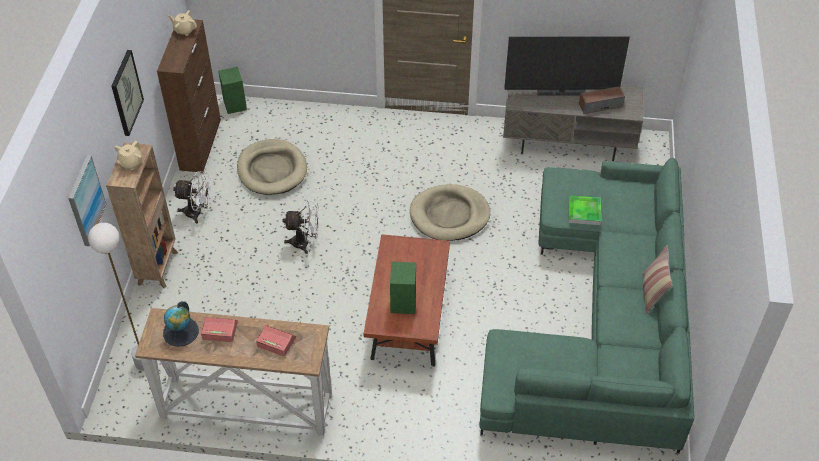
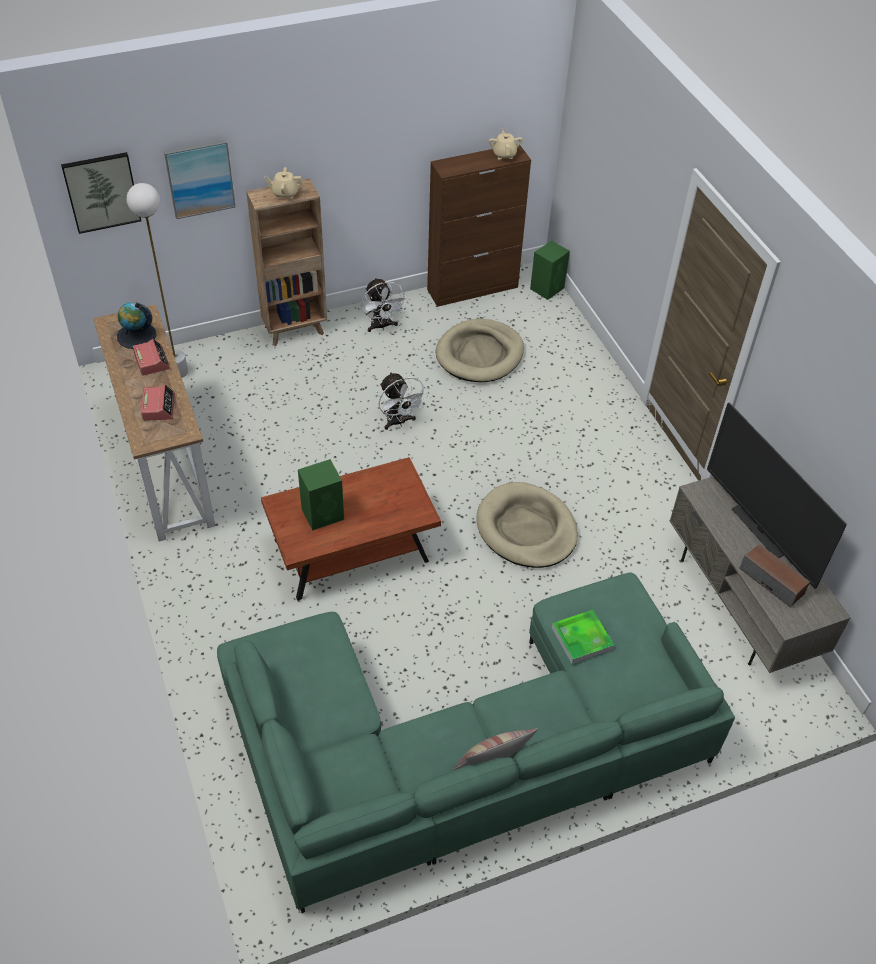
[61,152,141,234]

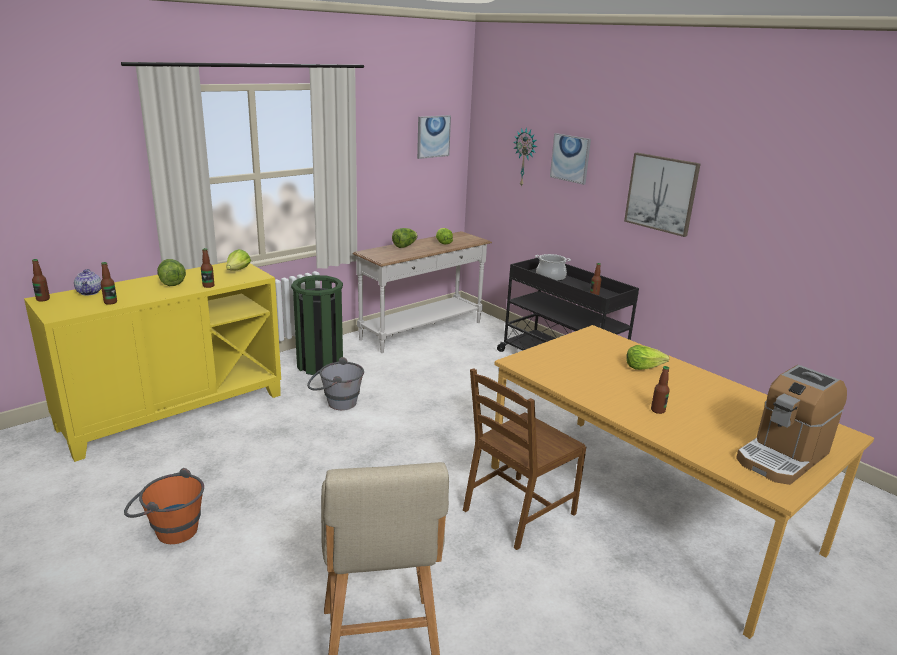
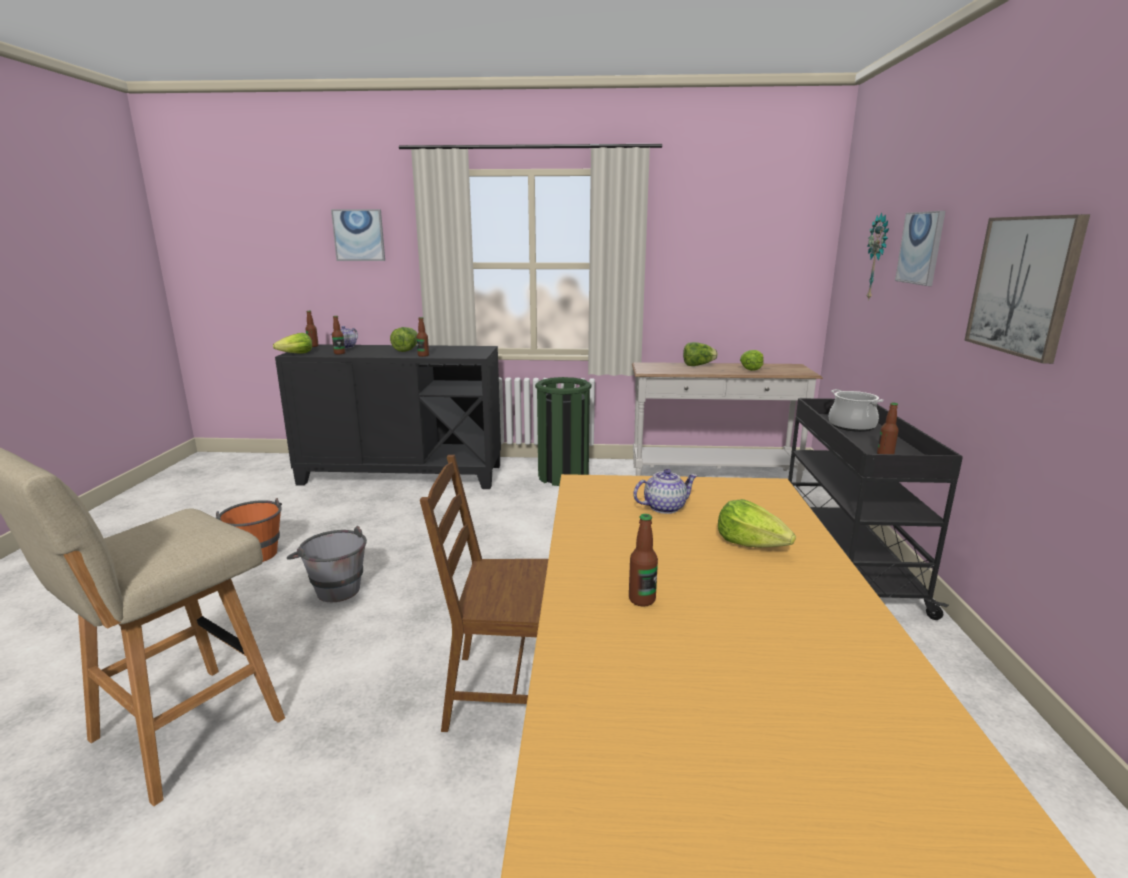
[331,209,385,261]
[273,333,312,354]
[275,344,501,489]
[287,526,367,602]
[736,365,847,485] (first image)
[633,469,697,514]

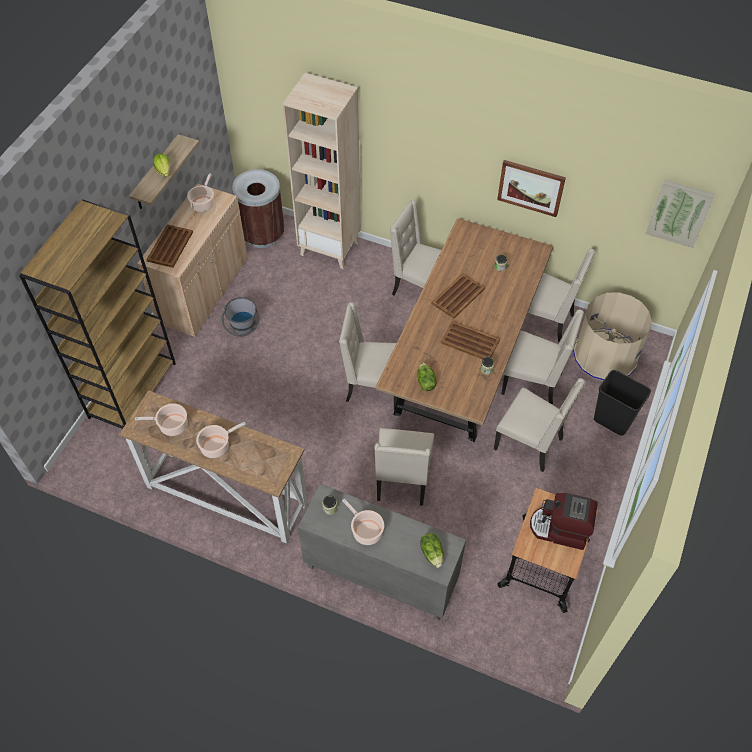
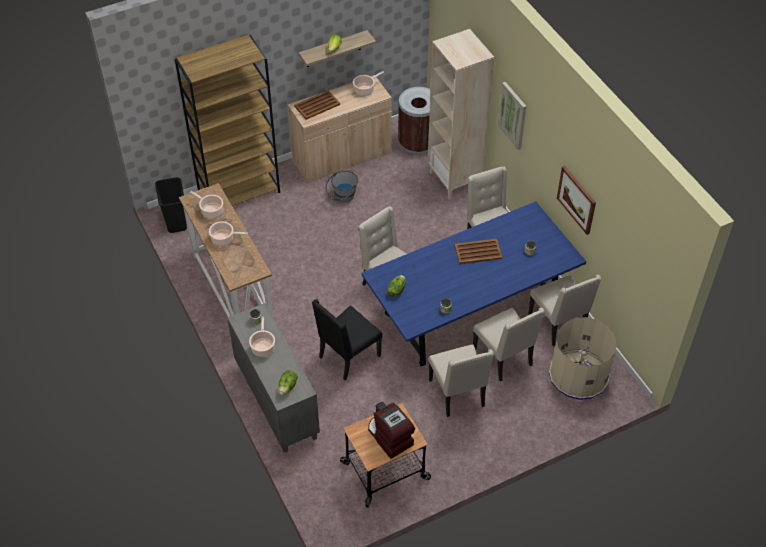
[498,82,526,150]
[361,201,586,366]
[441,320,500,359] (first image)
[155,177,187,233]
[312,299,382,380]

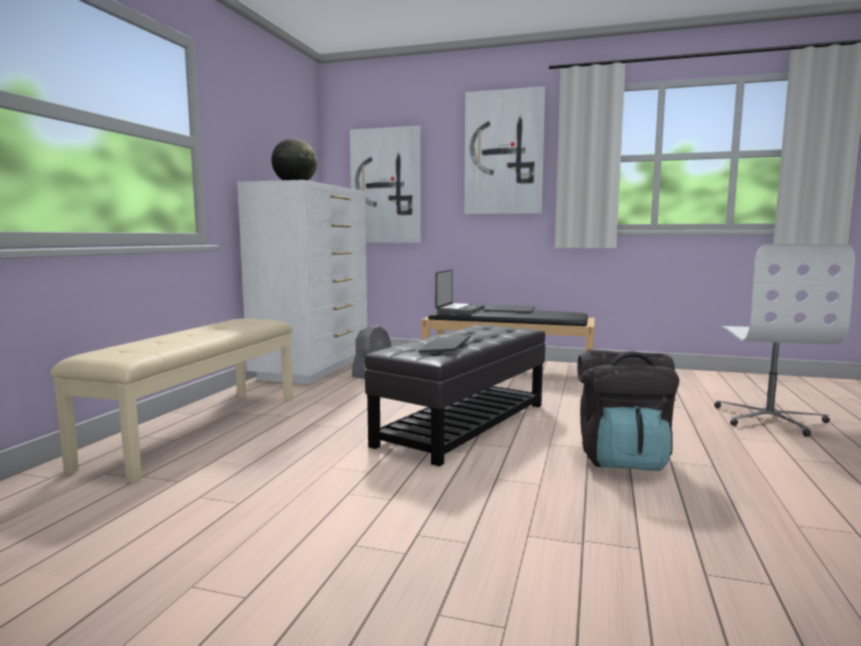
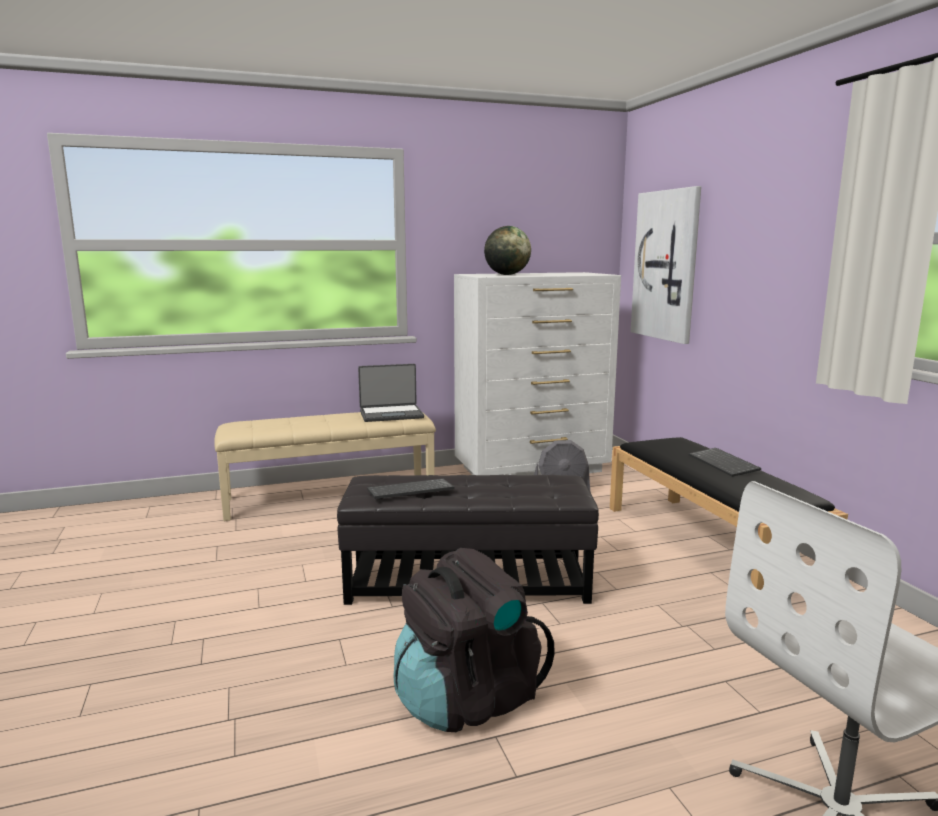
[464,86,546,214] (first image)
[358,364,424,422]

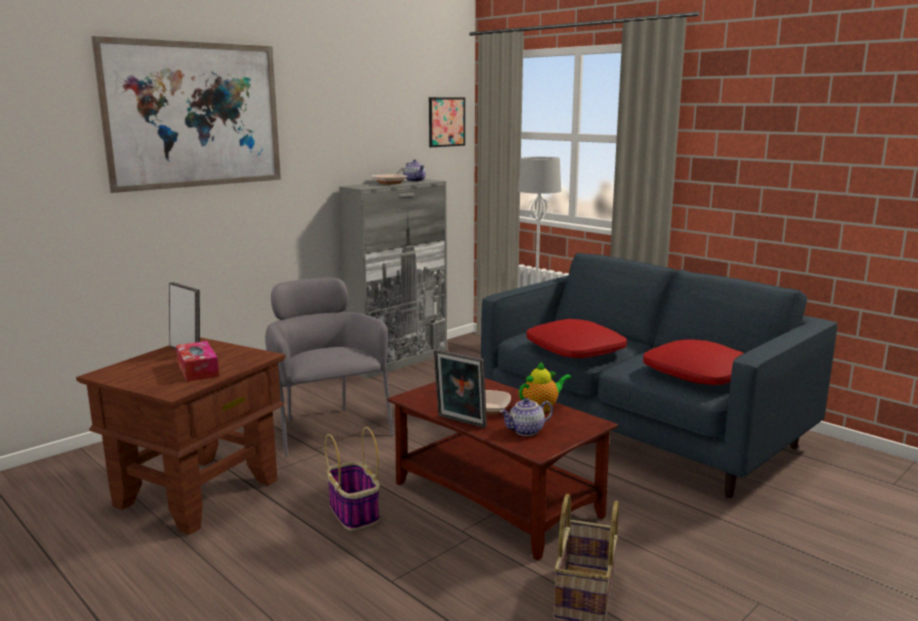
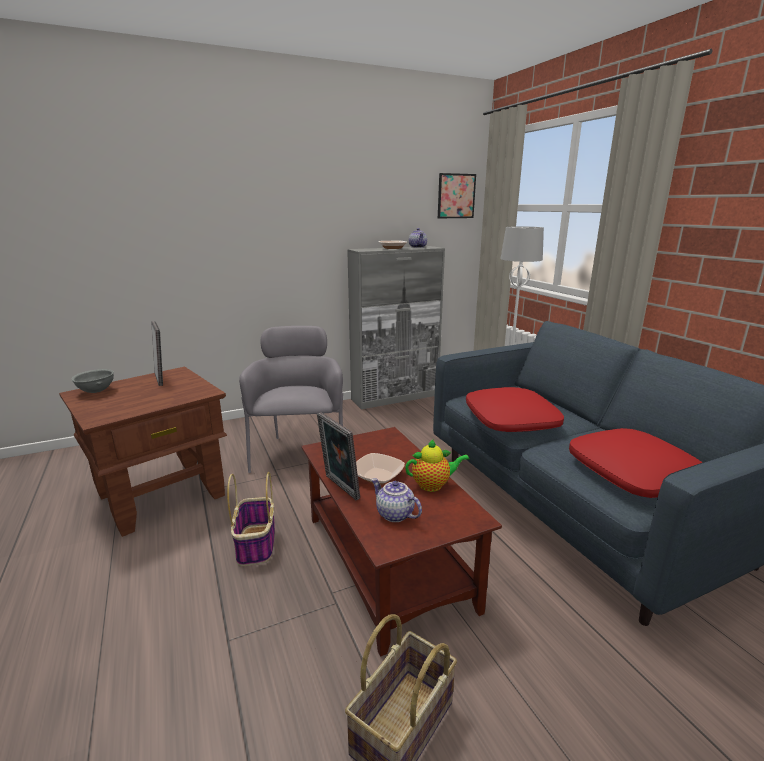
[91,36,281,193] (first image)
[176,341,219,382] (first image)
[371,478,422,522]
[71,369,114,393]

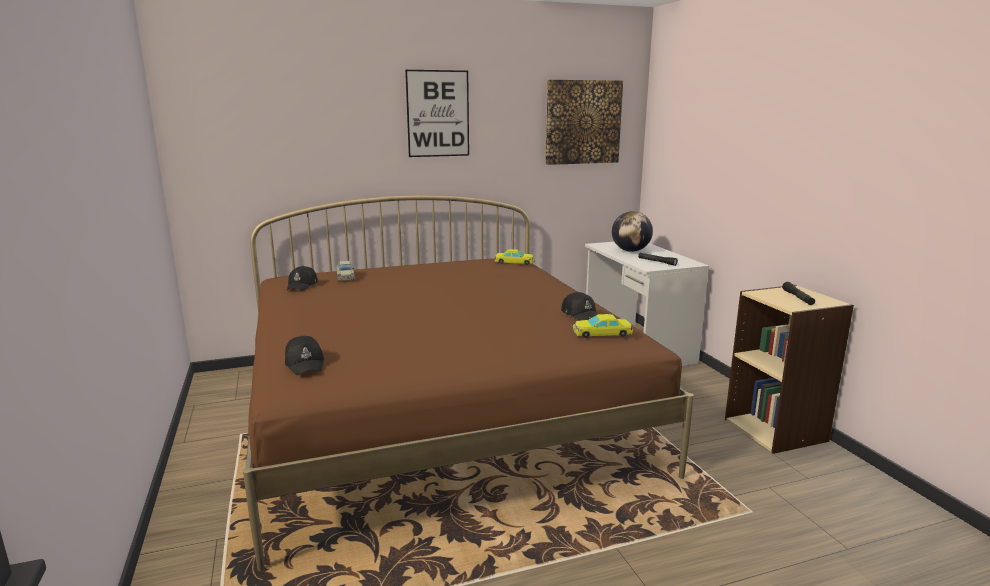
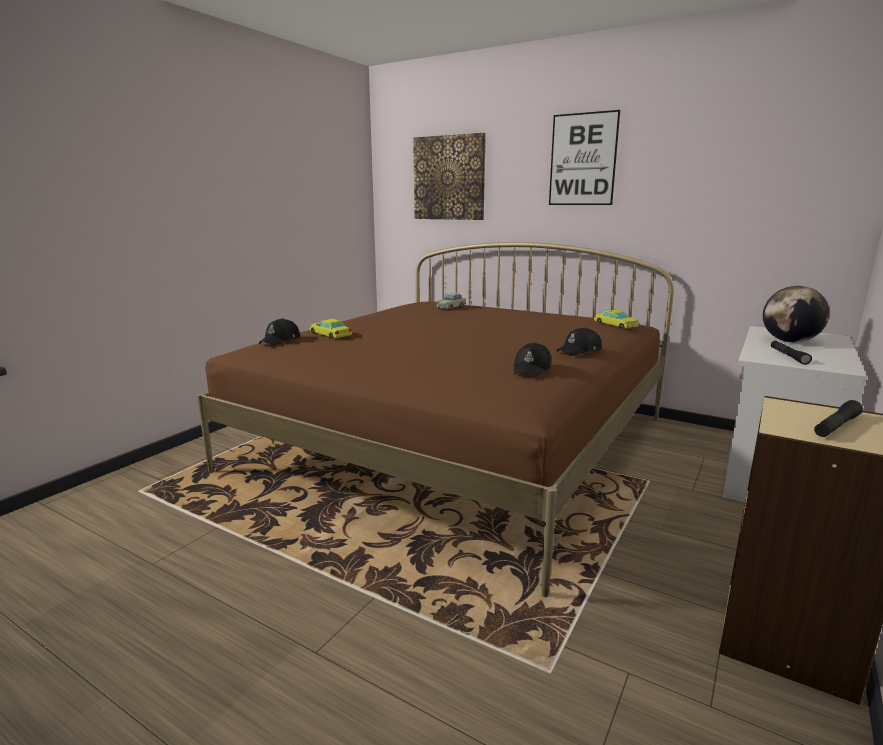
[413,133,486,220]
[557,327,602,356]
[310,319,353,339]

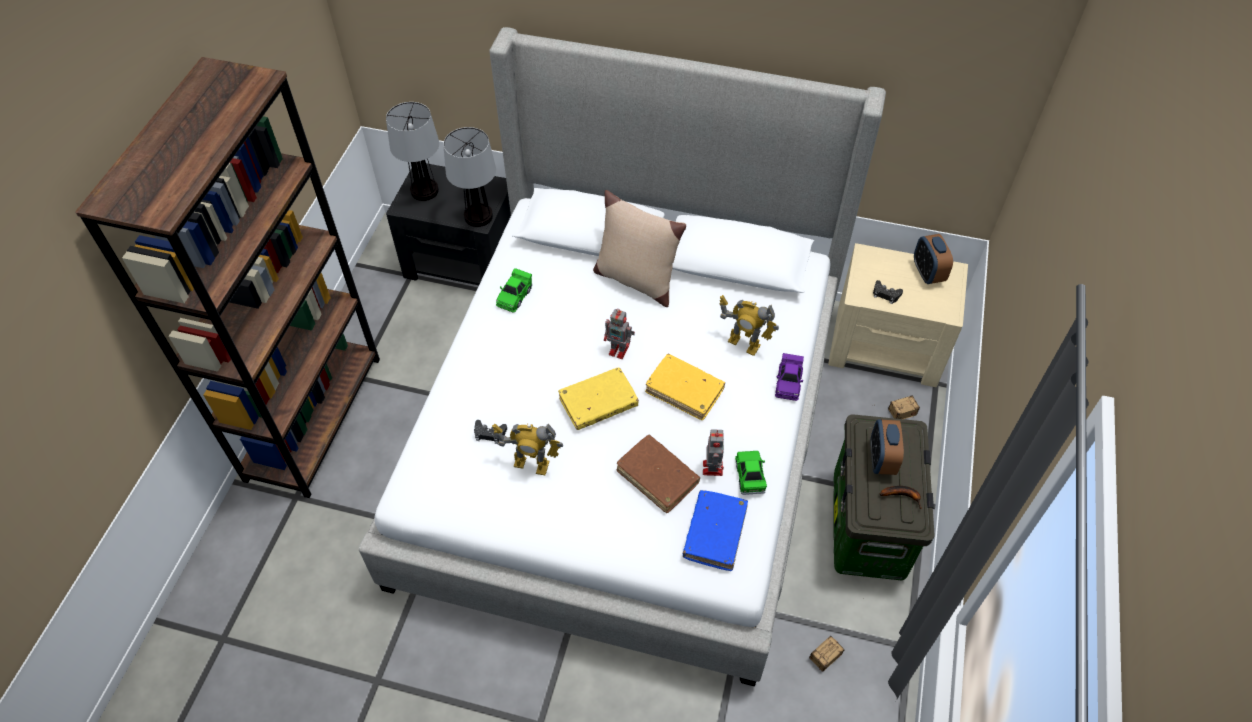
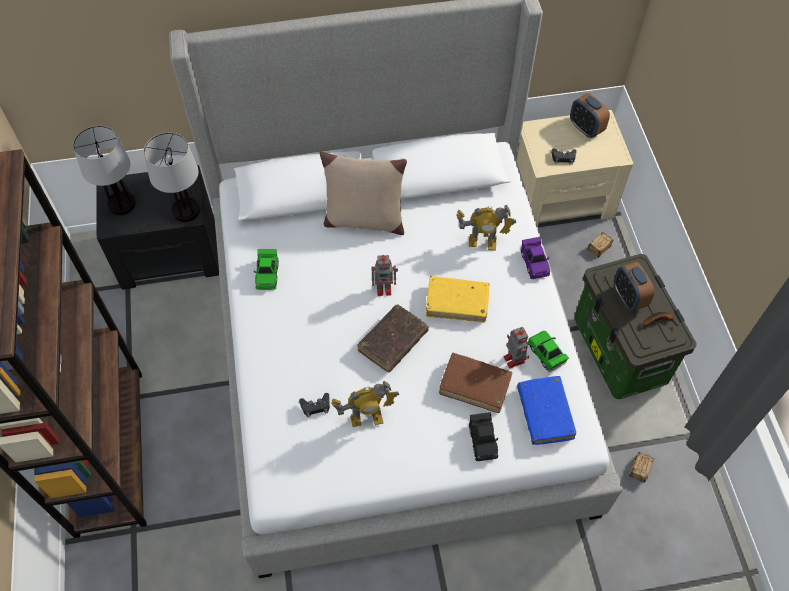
[357,304,429,373]
[469,412,499,461]

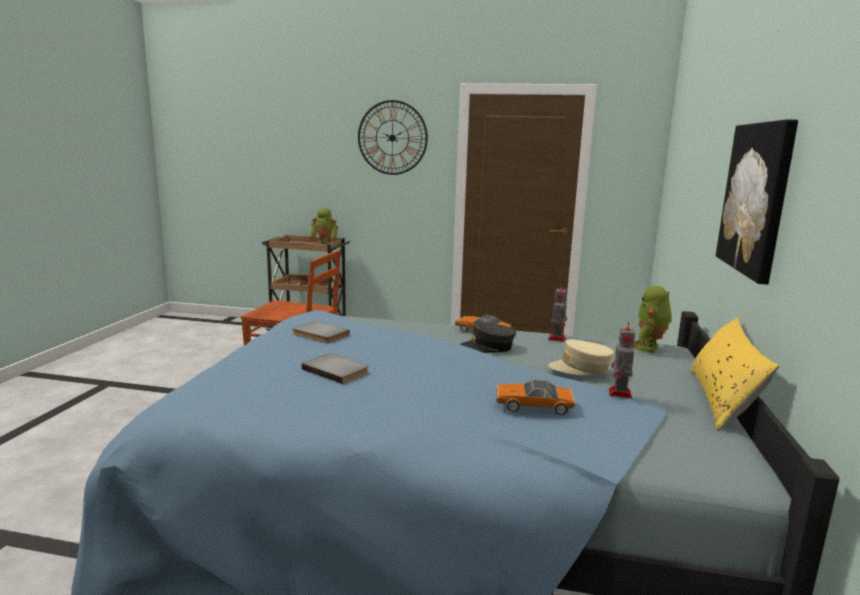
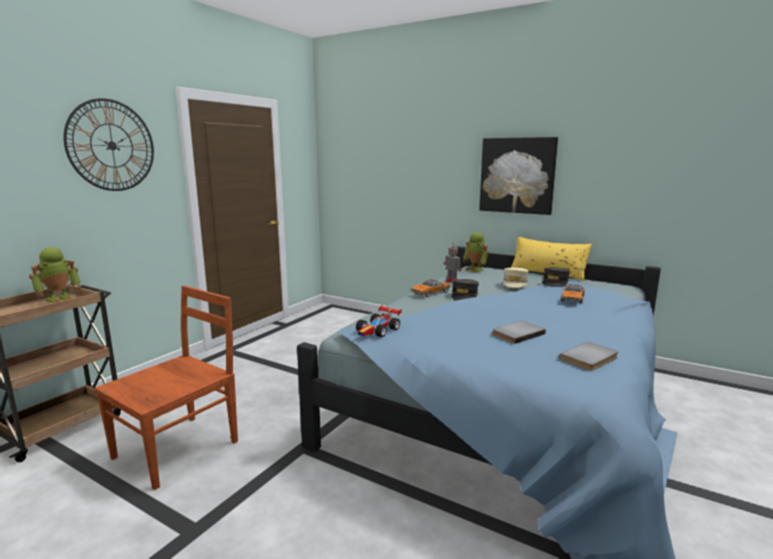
[559,342,618,371]
[542,267,570,287]
[356,305,401,337]

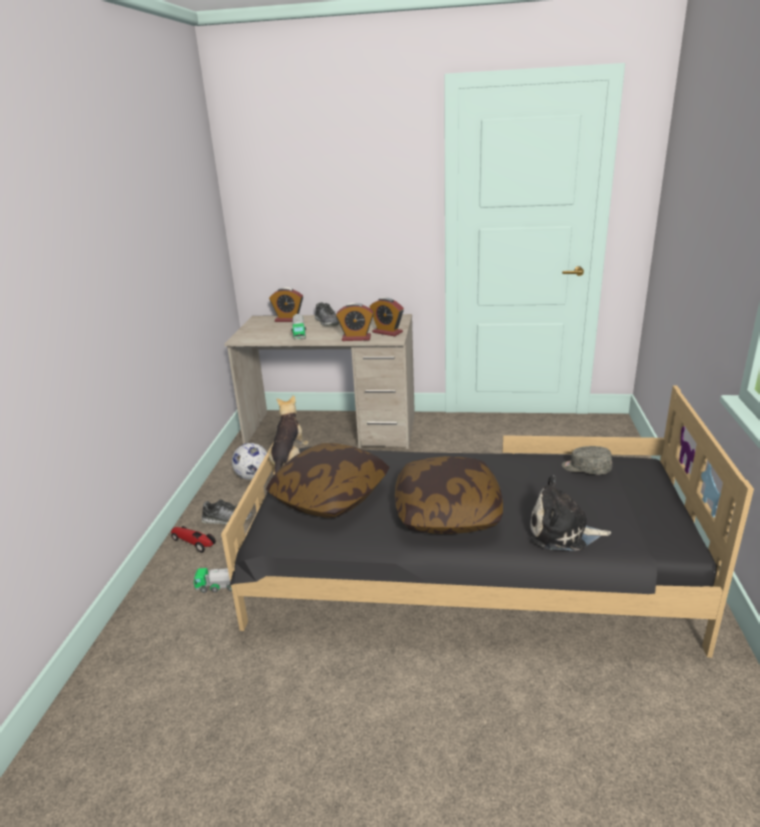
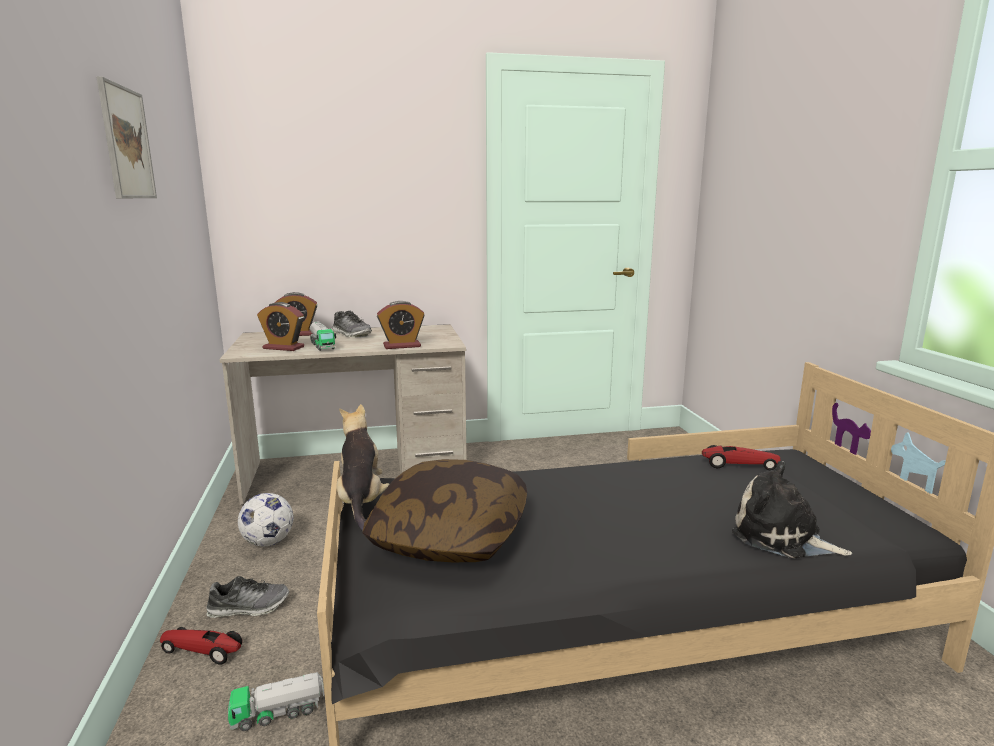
[257,302,304,351]
[702,445,781,470]
[395,456,503,534] (first image)
[732,461,852,559]
[96,76,157,198]

